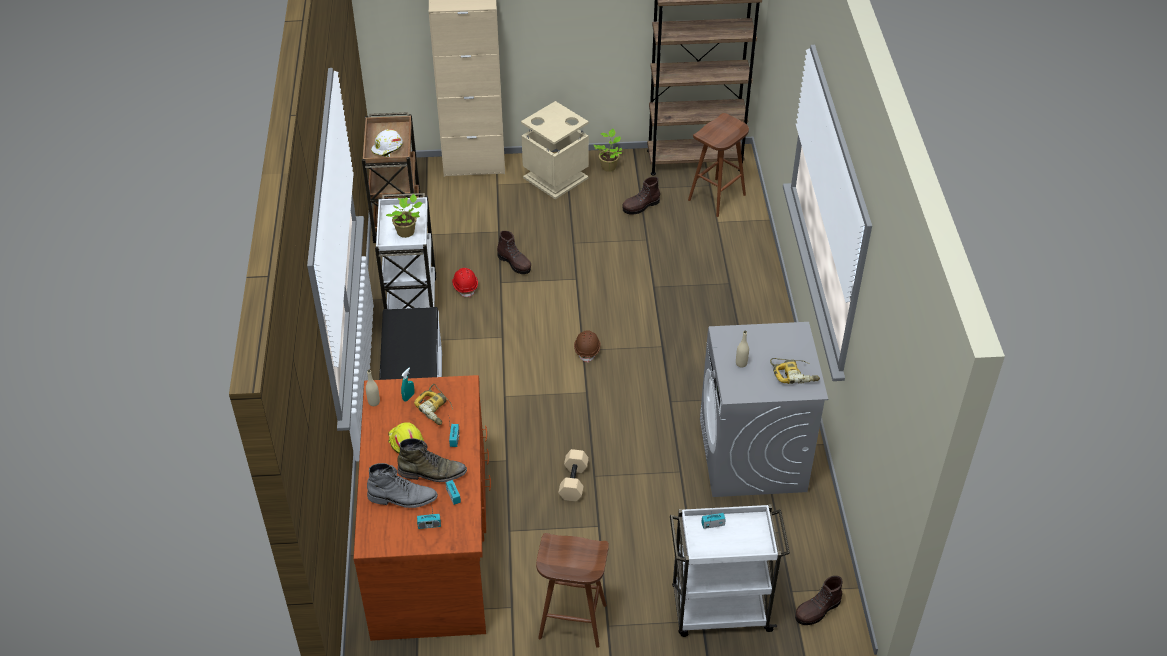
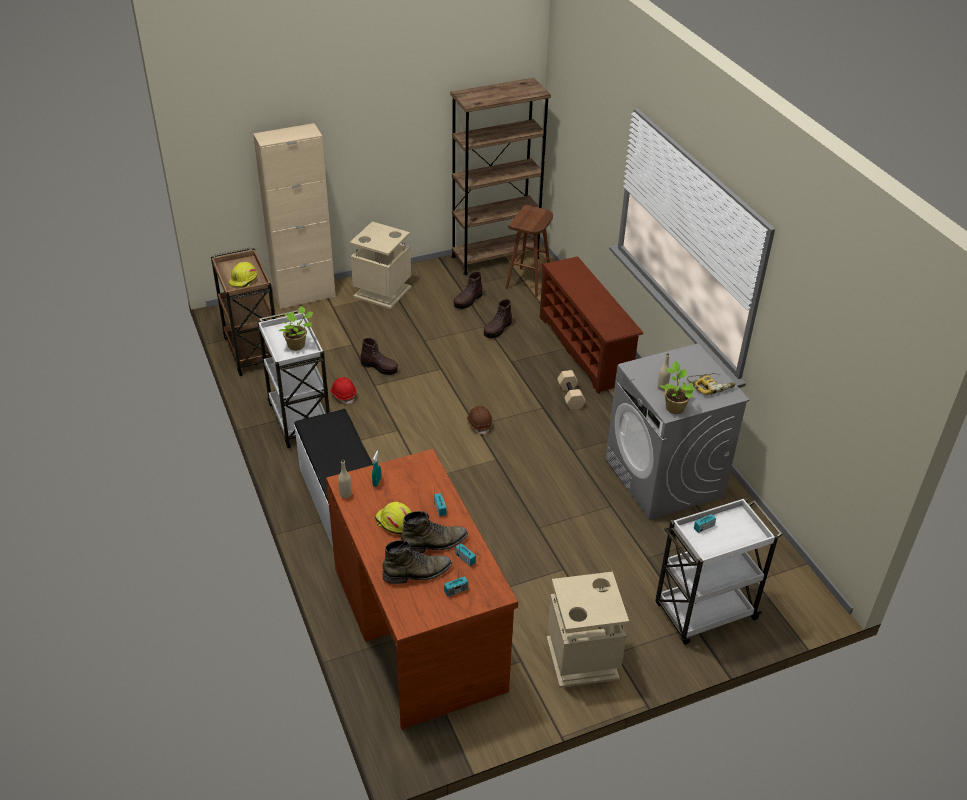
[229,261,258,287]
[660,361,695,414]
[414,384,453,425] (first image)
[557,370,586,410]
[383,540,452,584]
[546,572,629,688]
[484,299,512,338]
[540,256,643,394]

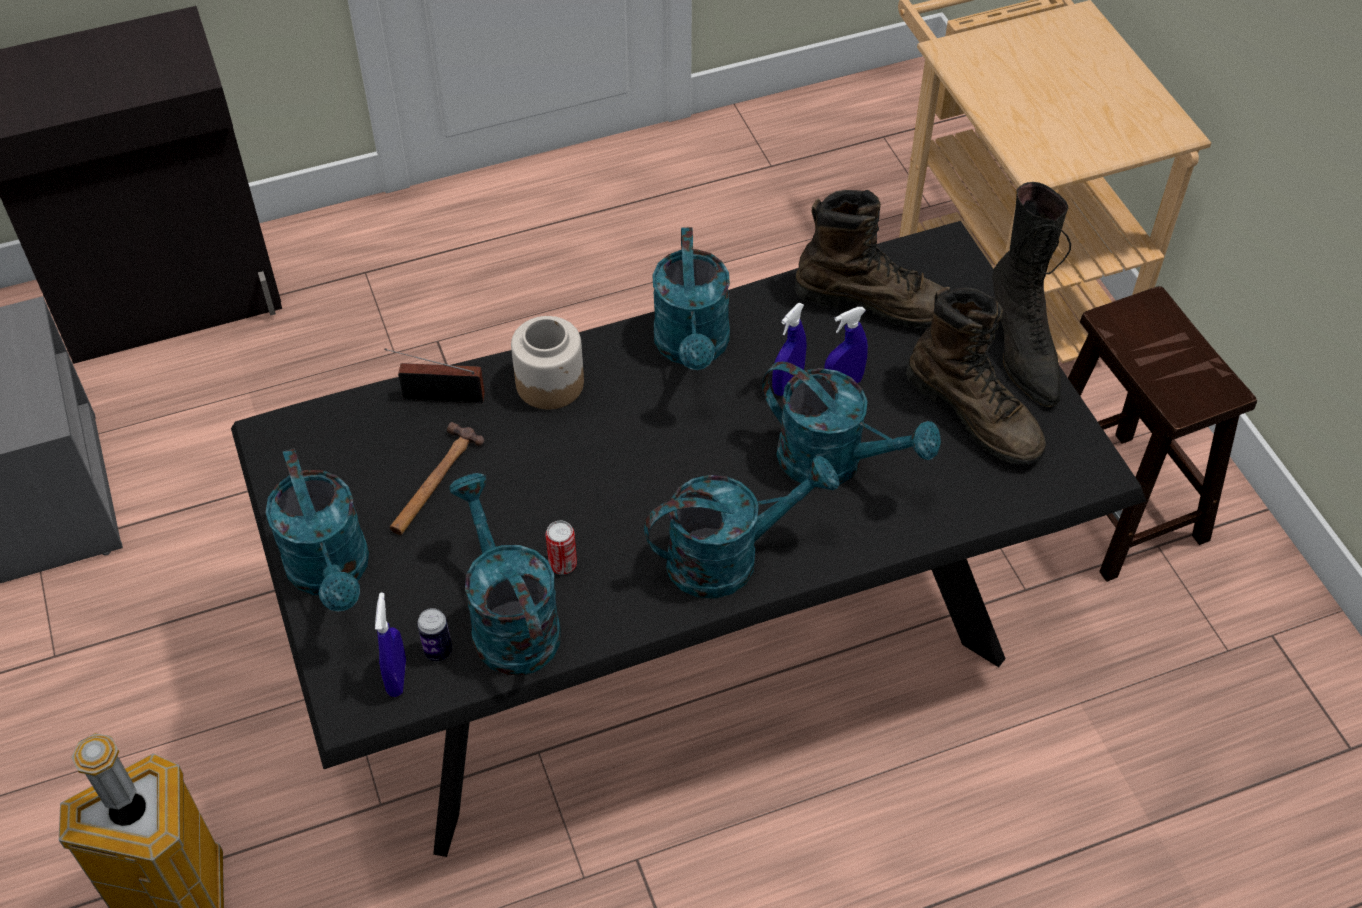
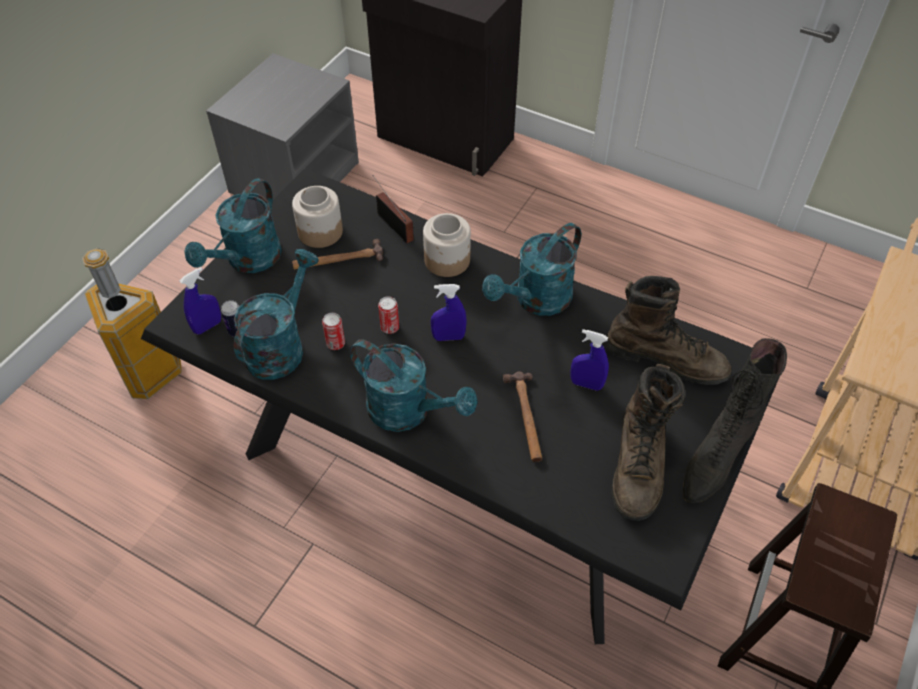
[606,276,732,385]
[431,284,467,341]
[503,371,542,462]
[292,186,343,248]
[378,296,399,334]

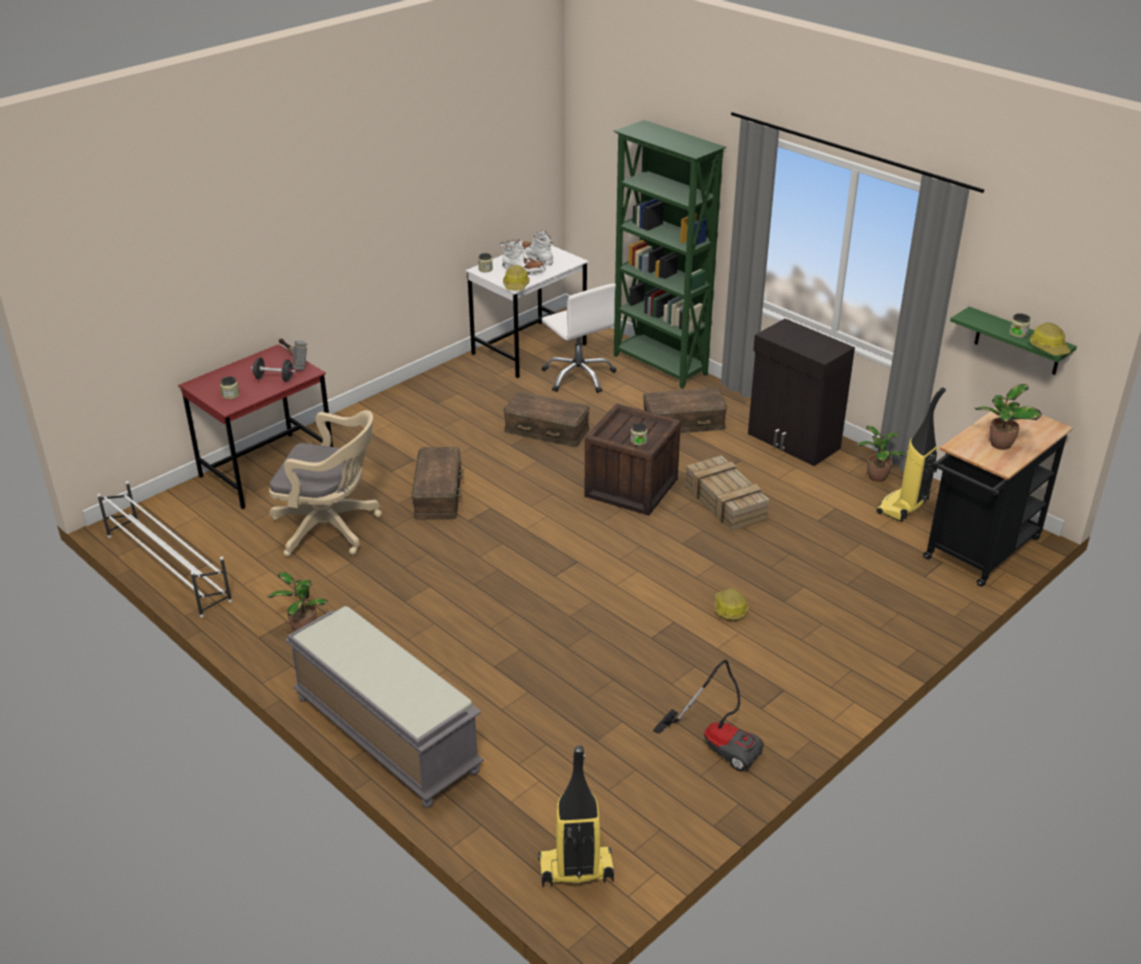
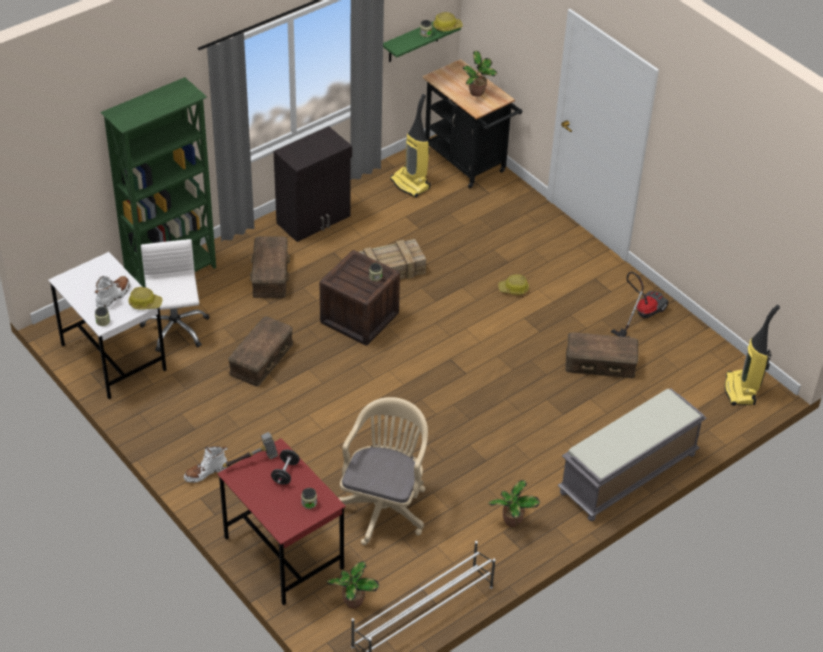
[184,446,228,483]
[140,239,209,352]
[327,561,379,609]
[565,332,638,378]

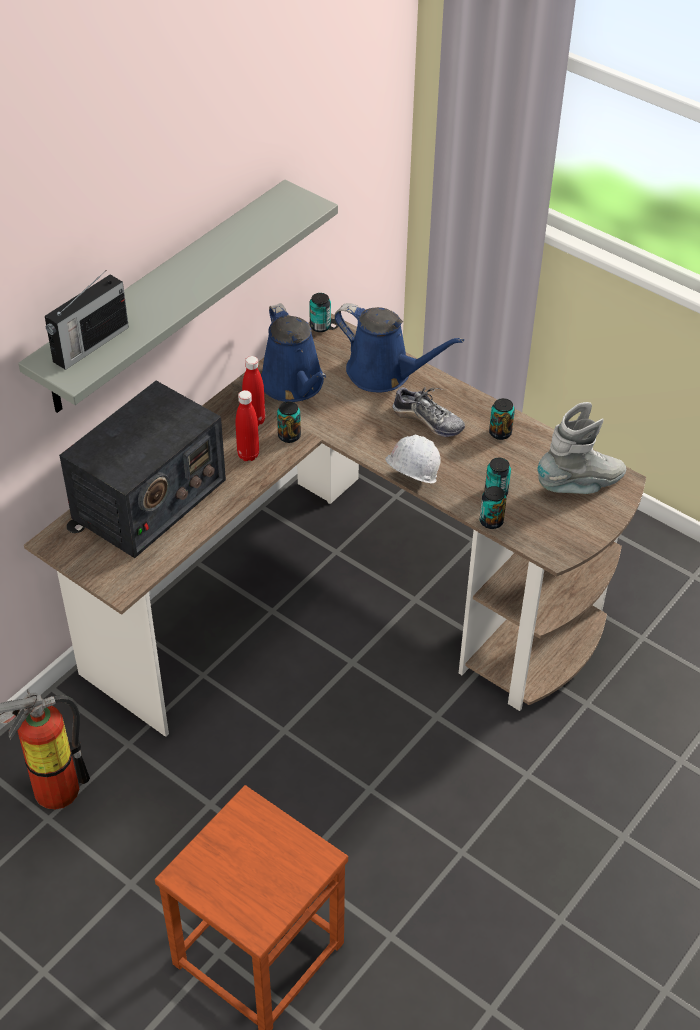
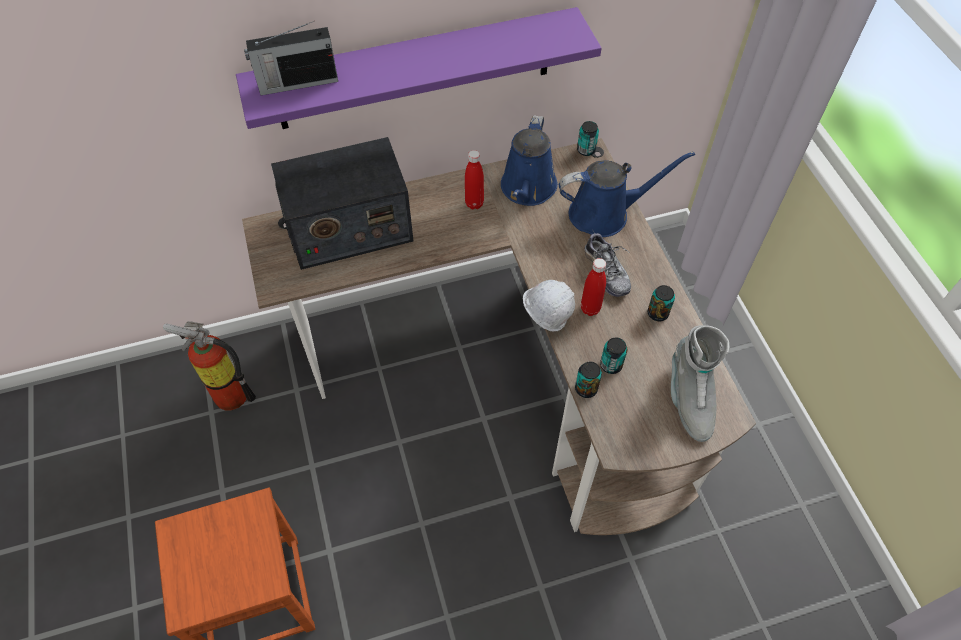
[236,7,602,129]
[559,152,695,237]
[581,258,606,316]
[277,401,301,443] (first image)
[671,325,729,442]

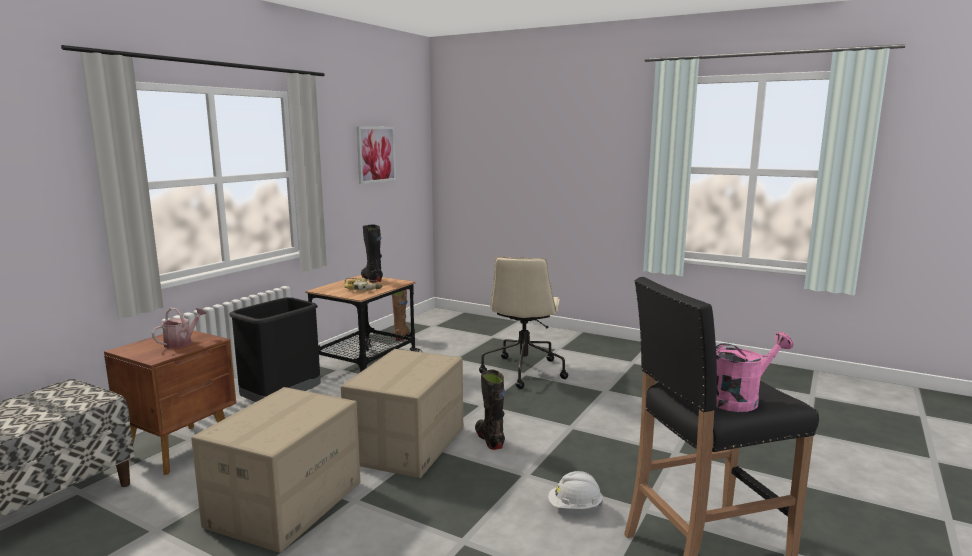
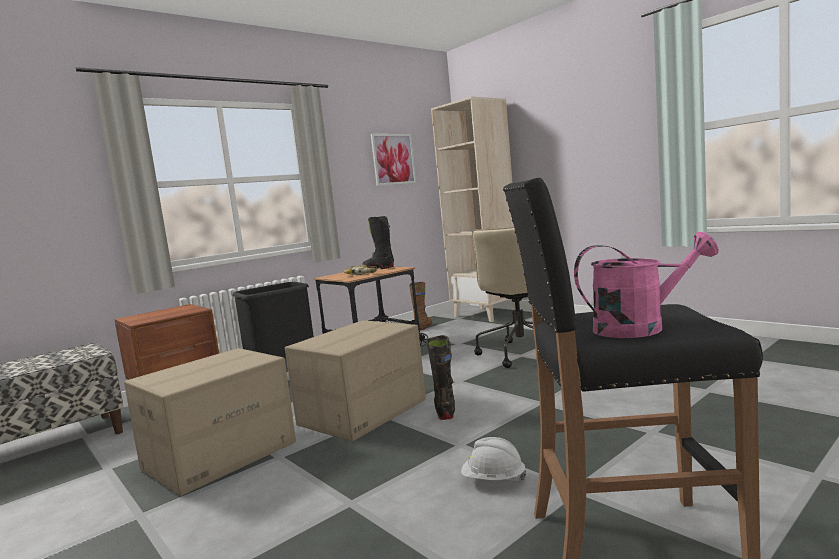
[362,216,394,269]
[152,308,207,348] (first image)
[431,96,516,322]

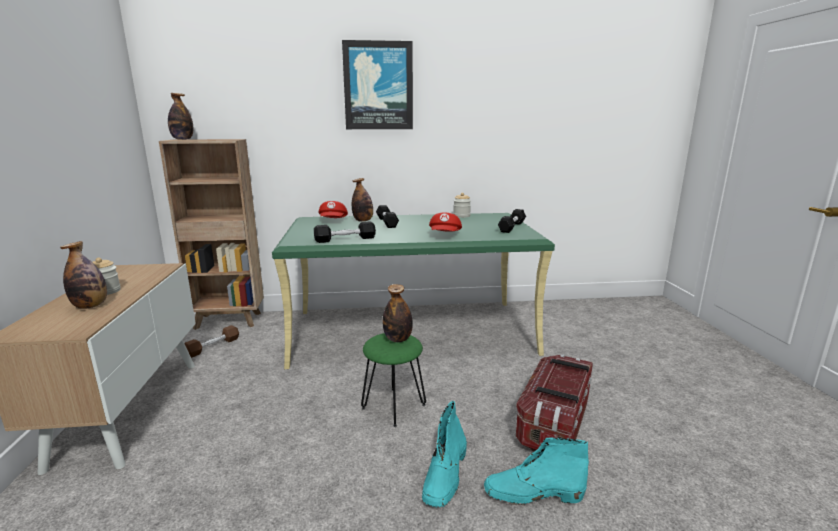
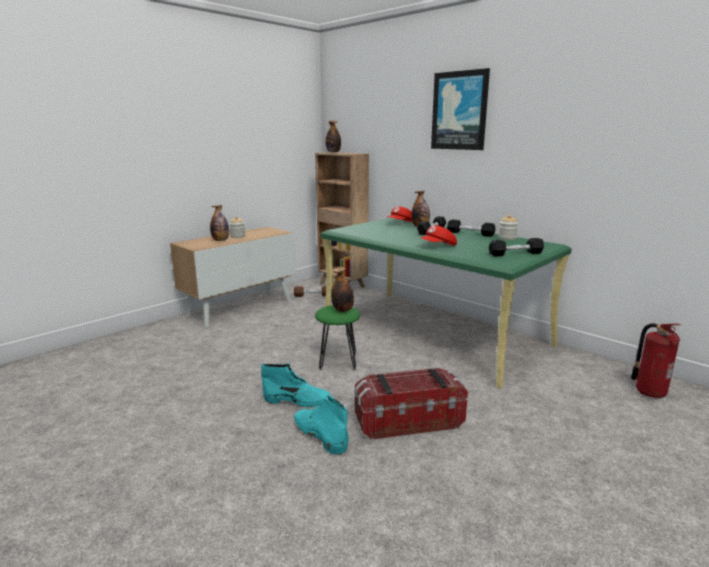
[447,219,495,237]
[261,363,331,408]
[631,323,681,398]

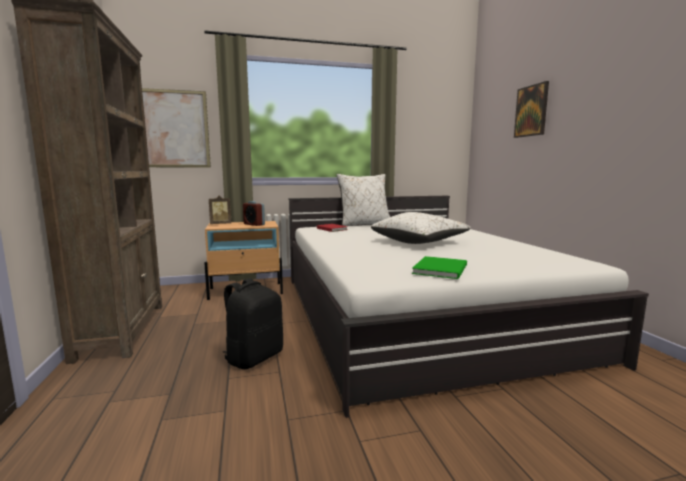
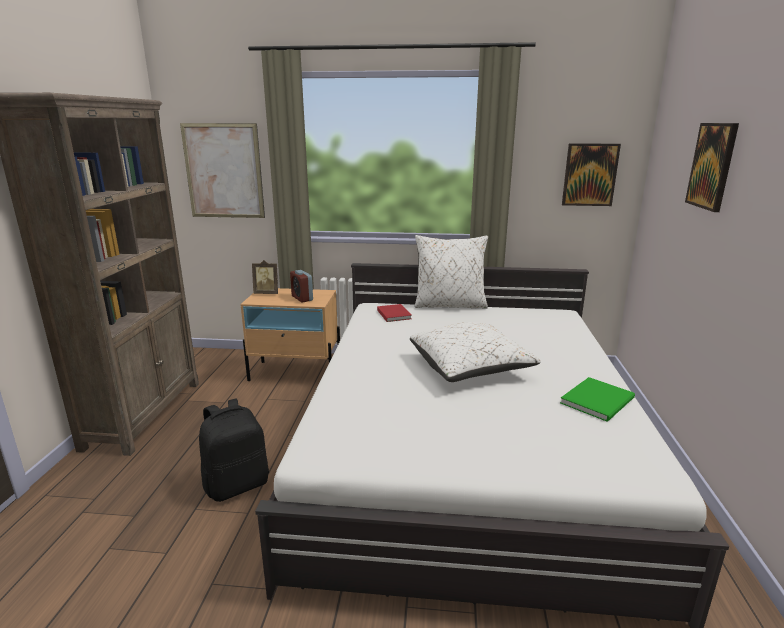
[560,377,635,421]
[562,143,621,206]

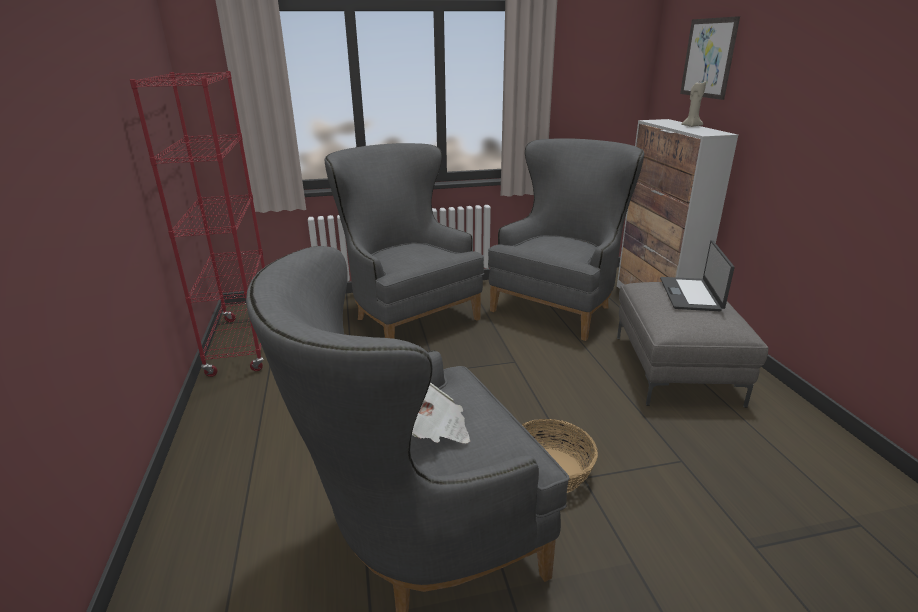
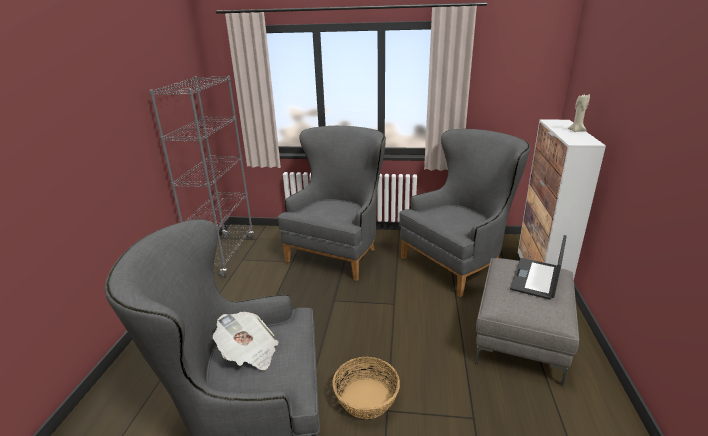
[680,16,740,100] (first image)
[149,76,254,277]
[277,126,386,281]

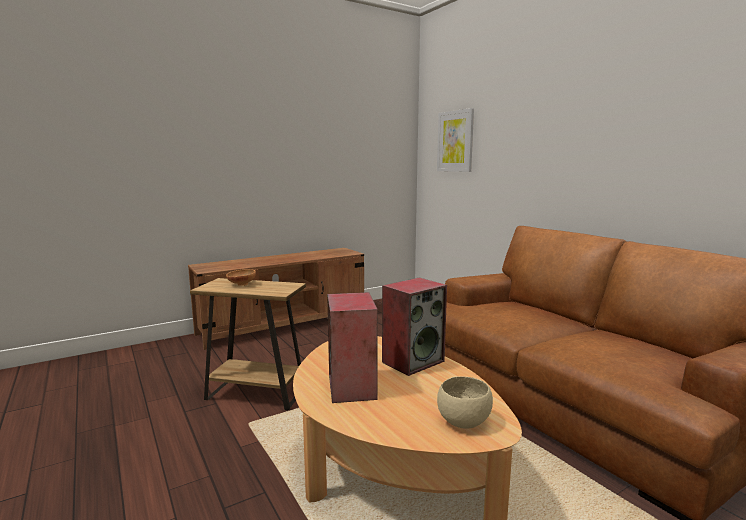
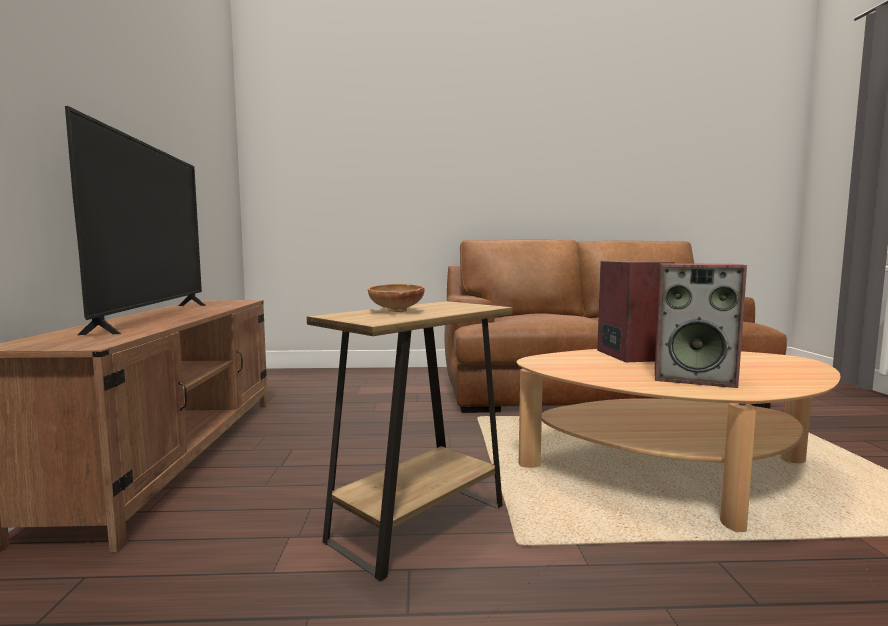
[437,108,474,172] (first image)
[437,376,493,429] (first image)
[65,106,206,335]

